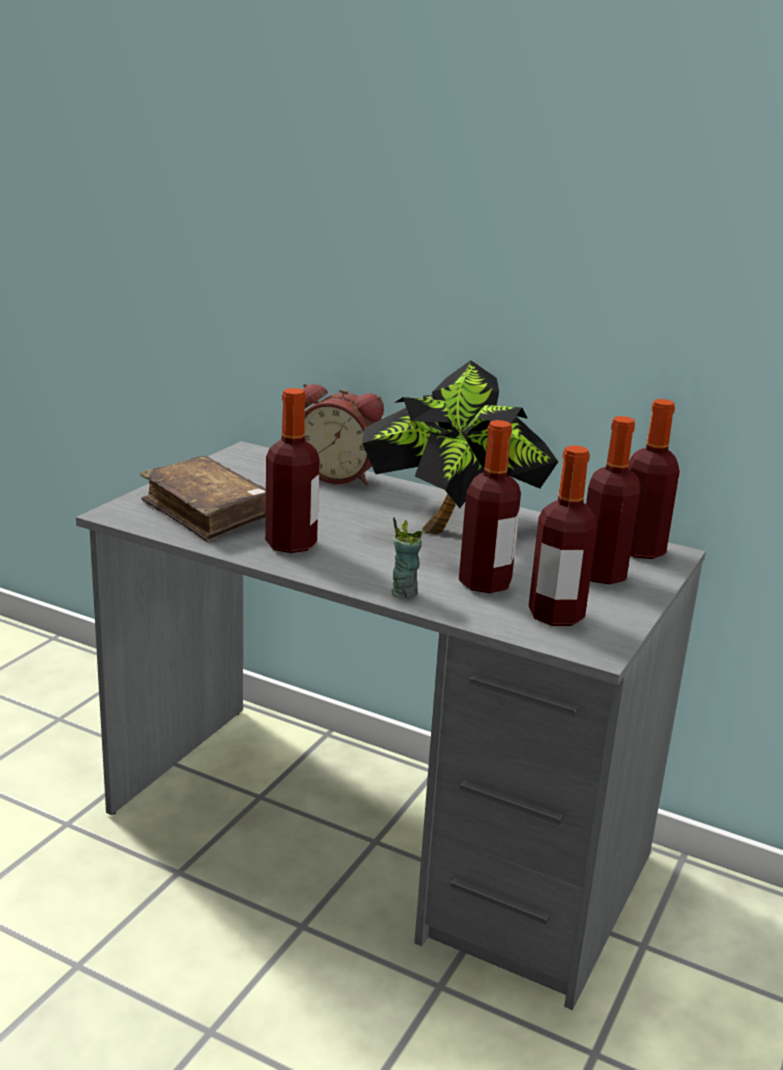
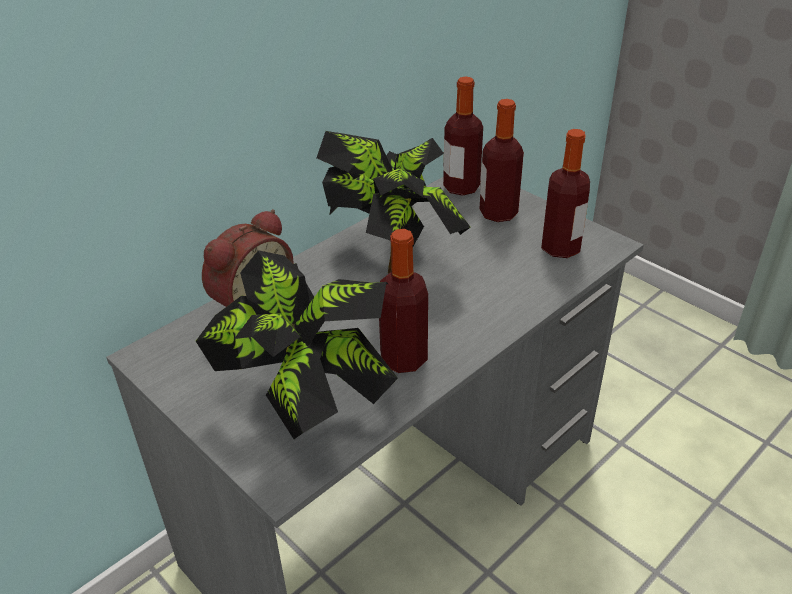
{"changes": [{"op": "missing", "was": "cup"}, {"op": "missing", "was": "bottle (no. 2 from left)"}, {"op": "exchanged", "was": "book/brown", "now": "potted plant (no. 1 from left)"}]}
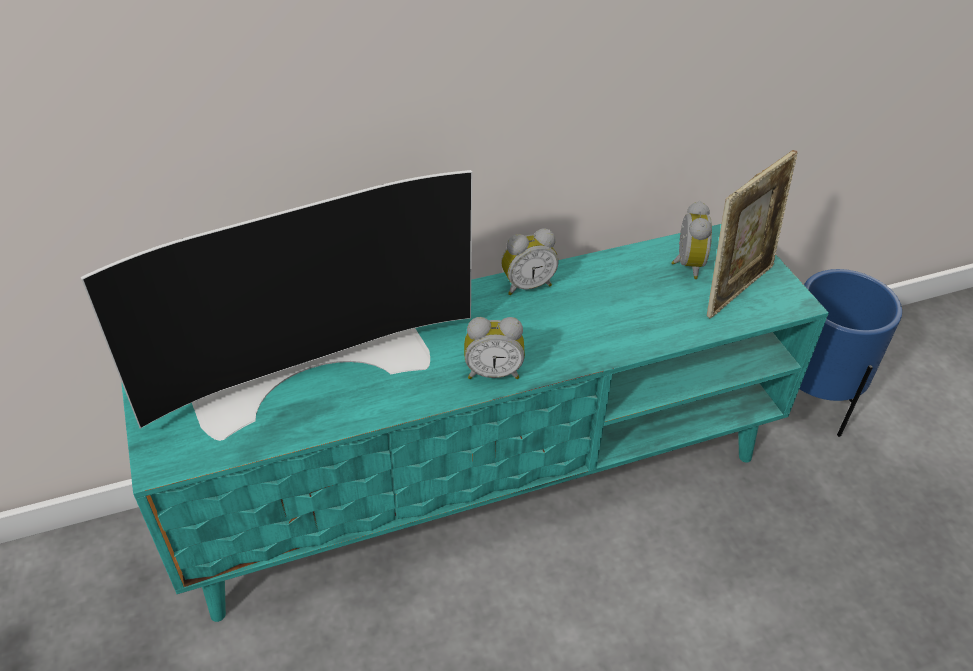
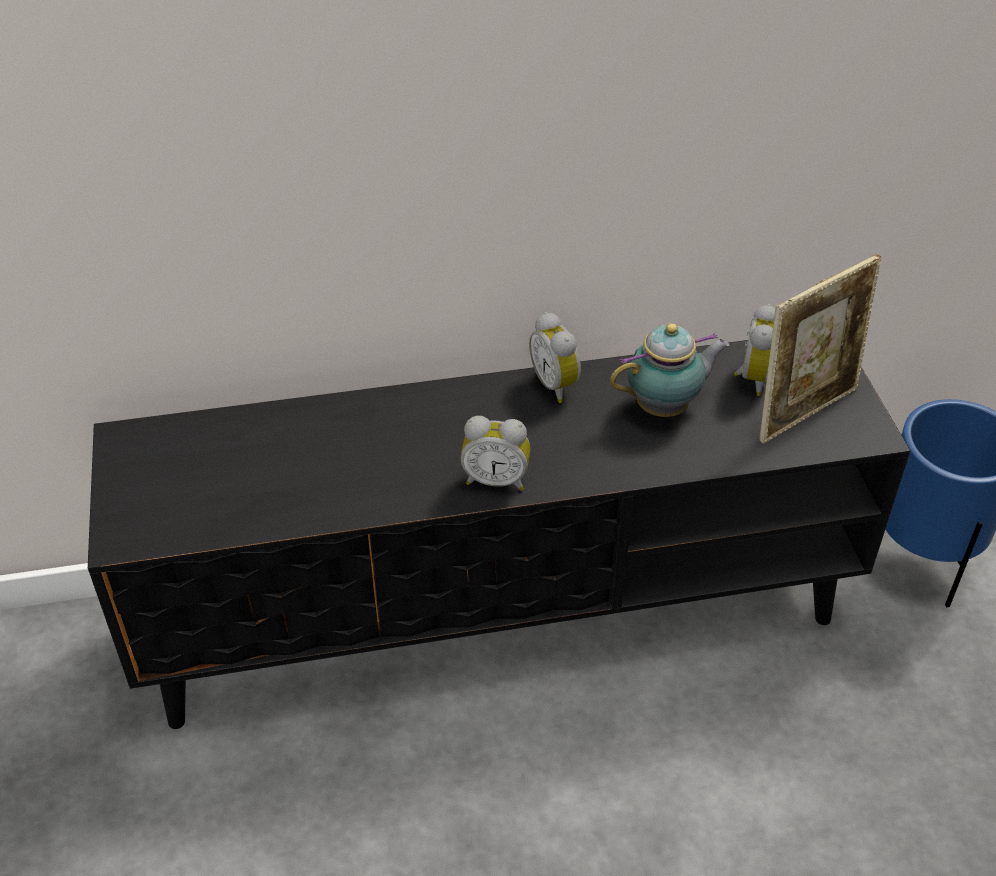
{"changes": [{"op": "missing", "was": "television"}, {"op": "appeared", "now": "teapot"}, {"op": "colour", "was": "tv stand/turquoise", "now": "tv stand/black"}, {"op": "spun", "was": "alarm clock (no. 2 from left)", "clockwise": 75}]}
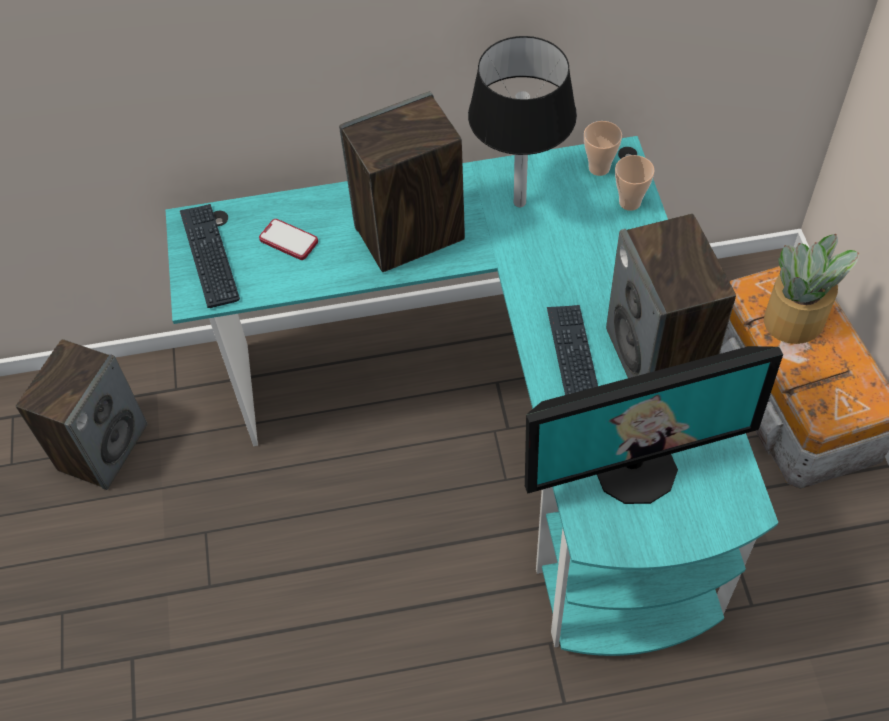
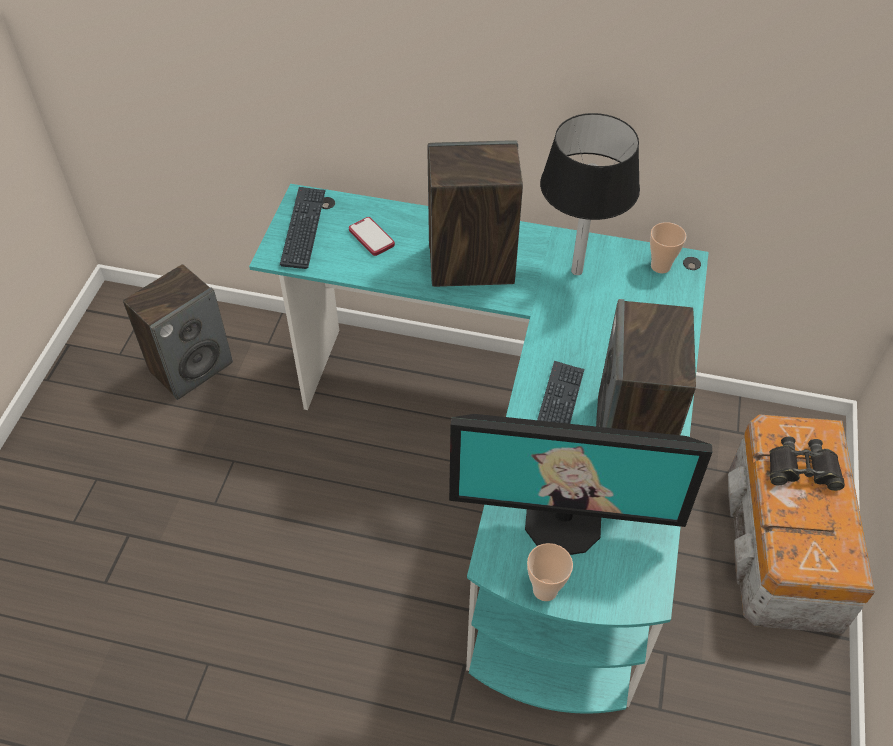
{"changes": [{"op": "relocated", "was": "cup (no. 2 from left in the first image)", "now": "cup (no. 1 from left)"}, {"op": "exchanged", "was": "potted plant", "now": "binoculars/black"}]}
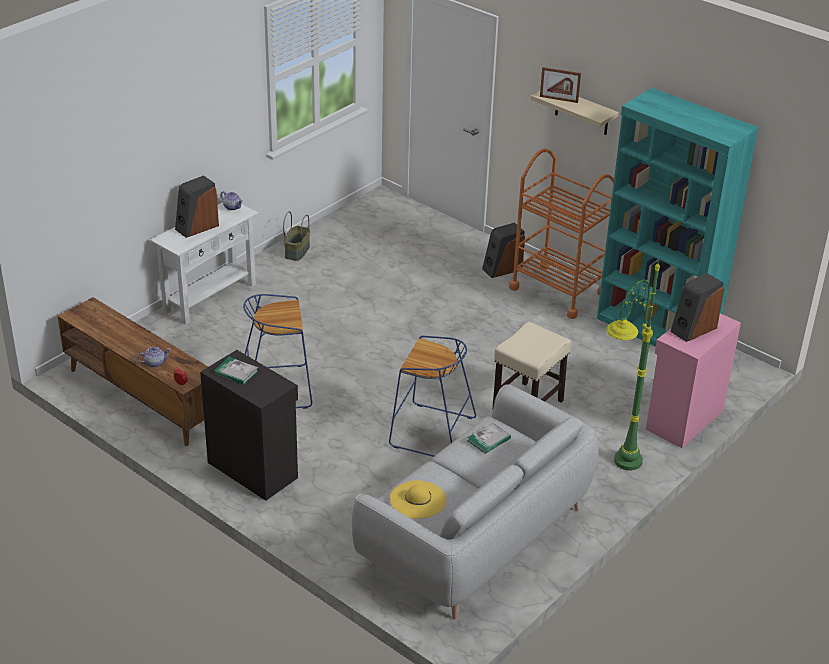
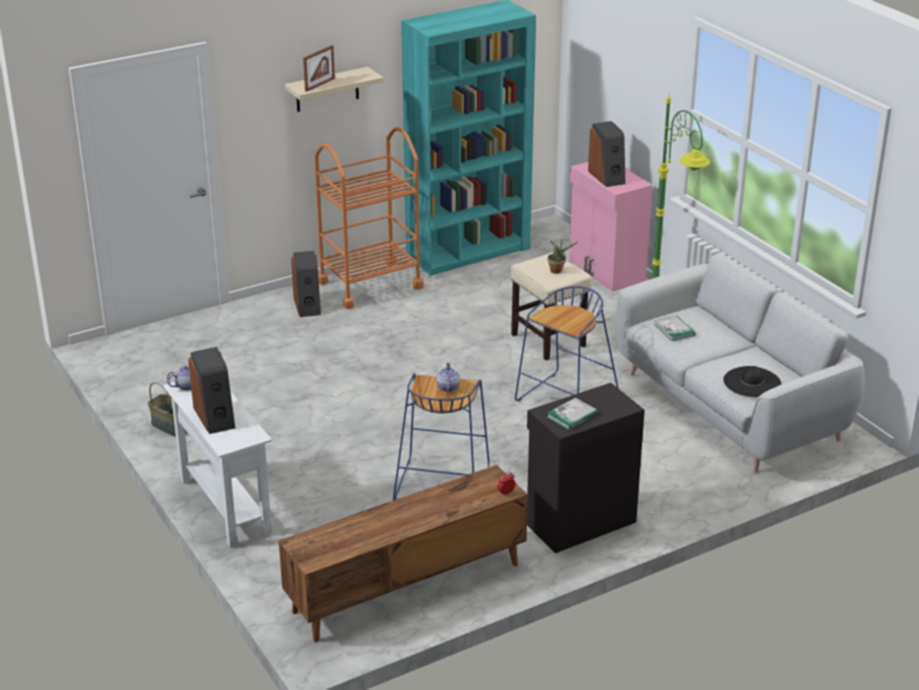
{"changes": [{"op": "appeared", "now": "potted plant"}, {"op": "relocated", "was": "teapot (no. 1 from left in the first image)", "now": "teapot (no. 2 from left)"}, {"op": "colour", "was": "hat/yellow", "now": "hat/black"}]}
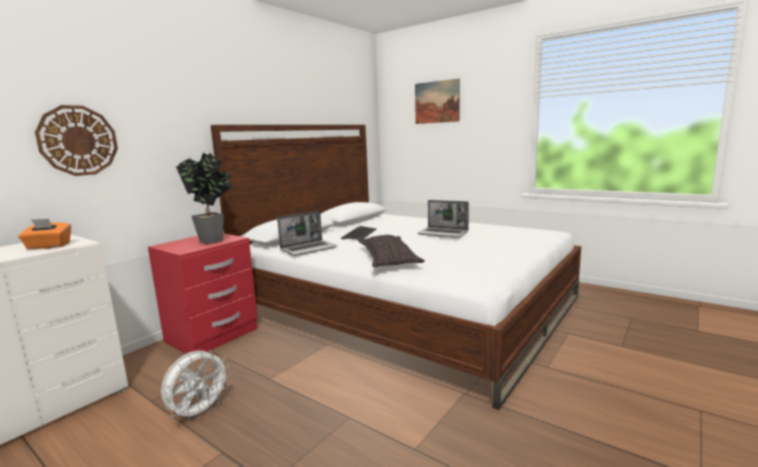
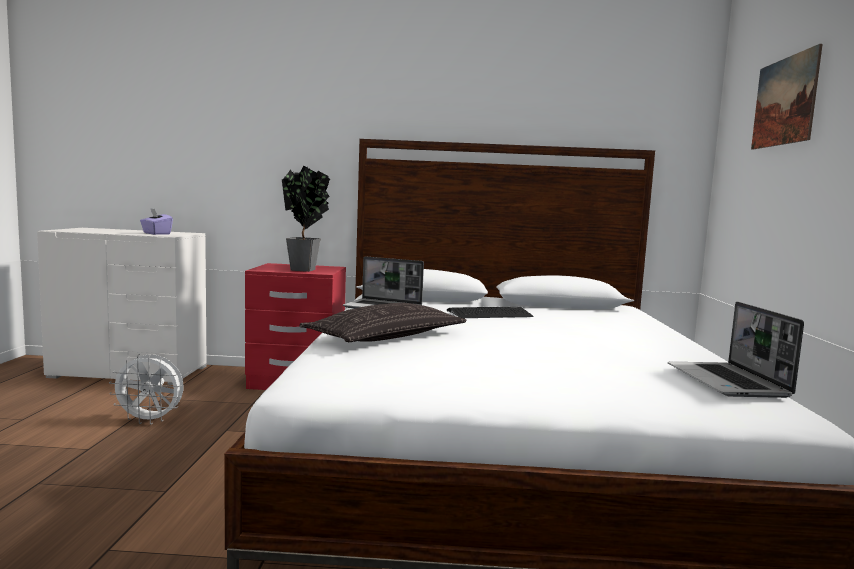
{"changes": [{"op": "missing", "was": "wall clock"}, {"op": "relocated", "was": "laptop (no. 2 from left)"}, {"op": "colour", "was": "tissue box/orange", "now": "tissue box/purple"}]}
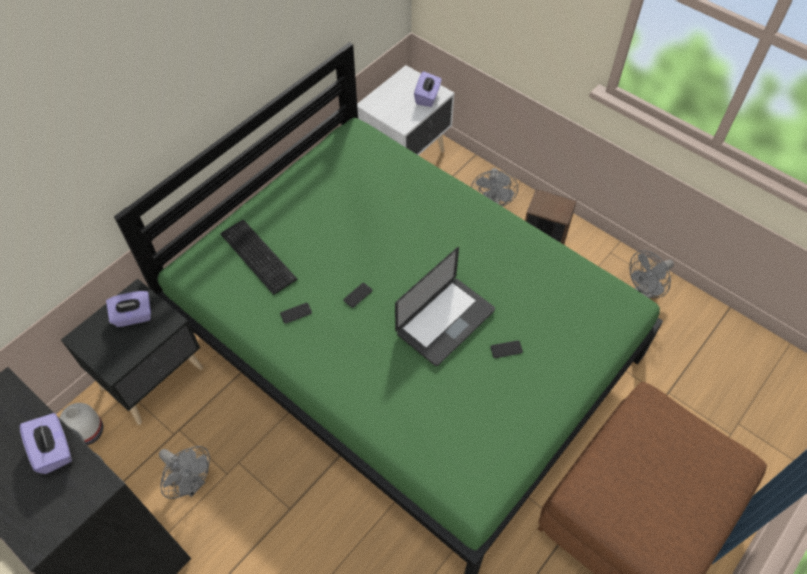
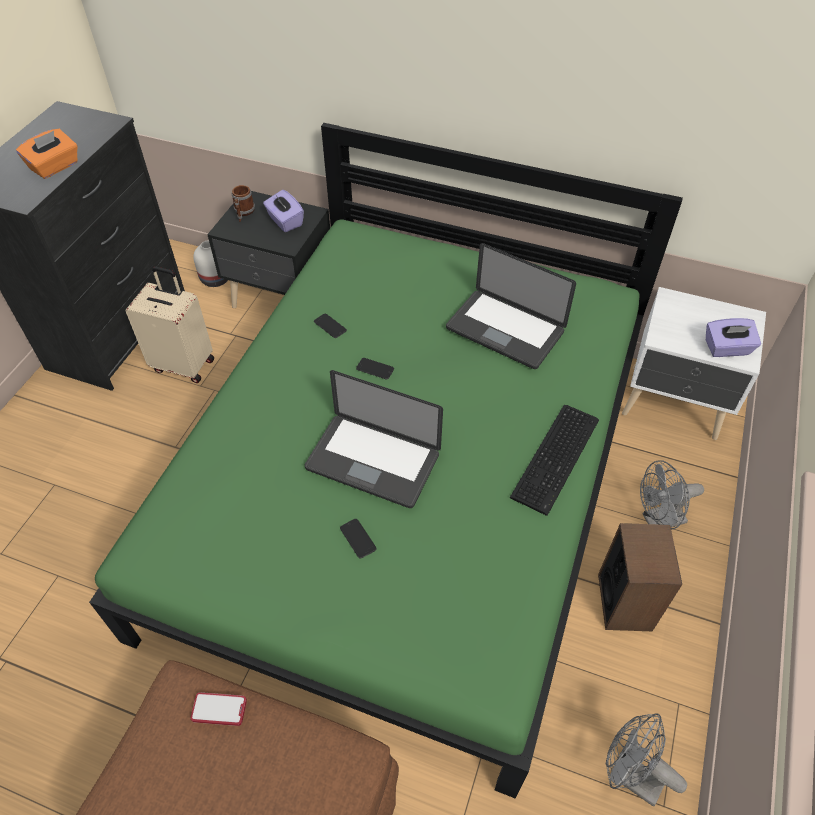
{"changes": [{"op": "appeared", "now": "phone (no. 1 from left)"}, {"op": "appeared", "now": "mug"}, {"op": "appeared", "now": "laptop (no. 2 from left)"}, {"op": "relocated", "was": "keyboard"}, {"op": "exchanged", "was": "fan/grey (no. 1 from left)", "now": "suitcase/beige"}, {"op": "colour", "was": "tissue box/purple (no. 1 from left)", "now": "tissue box/orange"}]}
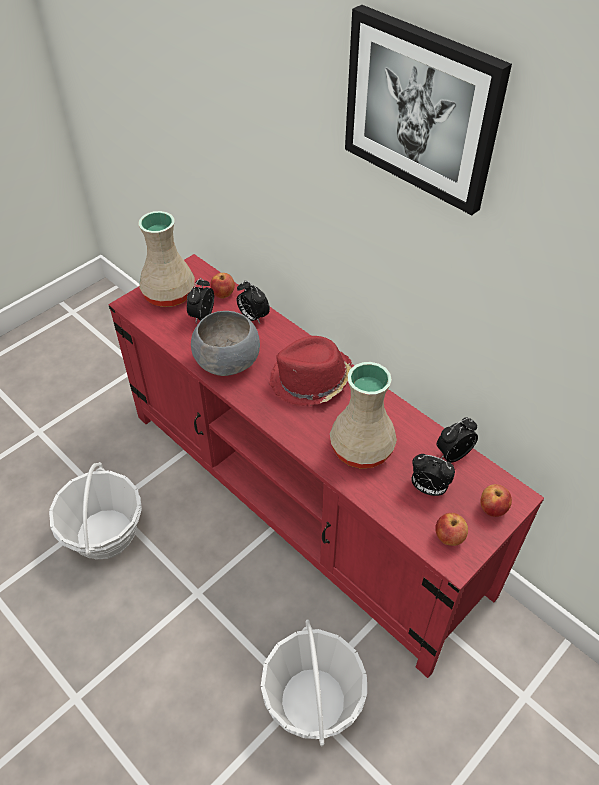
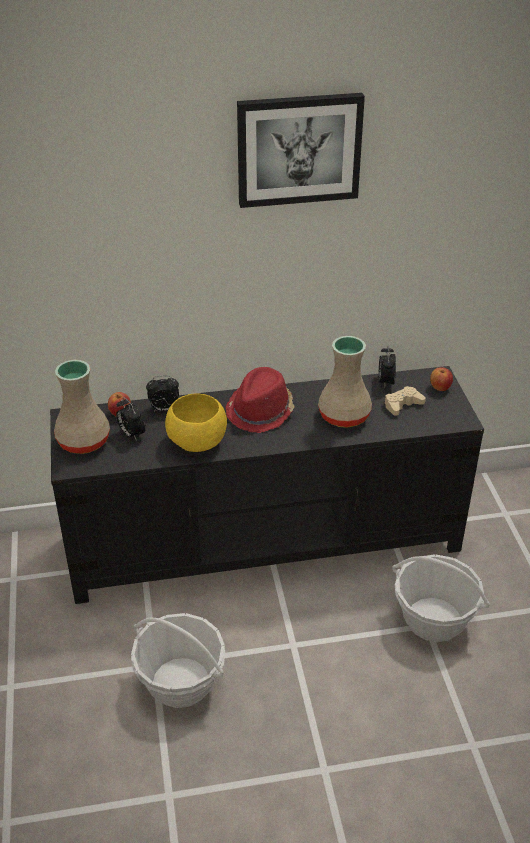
{"changes": [{"op": "missing", "was": "apple (no. 2 from left)"}, {"op": "exchanged", "was": "alarm clock (no. 3 from left)", "now": "game controller/beige"}, {"op": "colour", "was": "tv stand/red", "now": "tv stand/black"}, {"op": "colour", "was": "bowl/grey", "now": "bowl/yellow"}]}
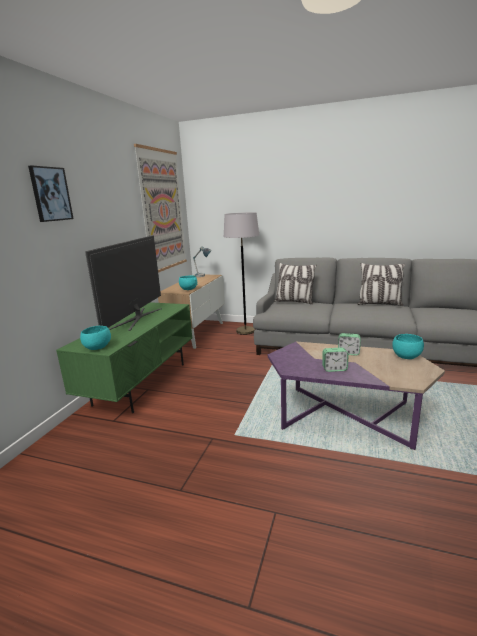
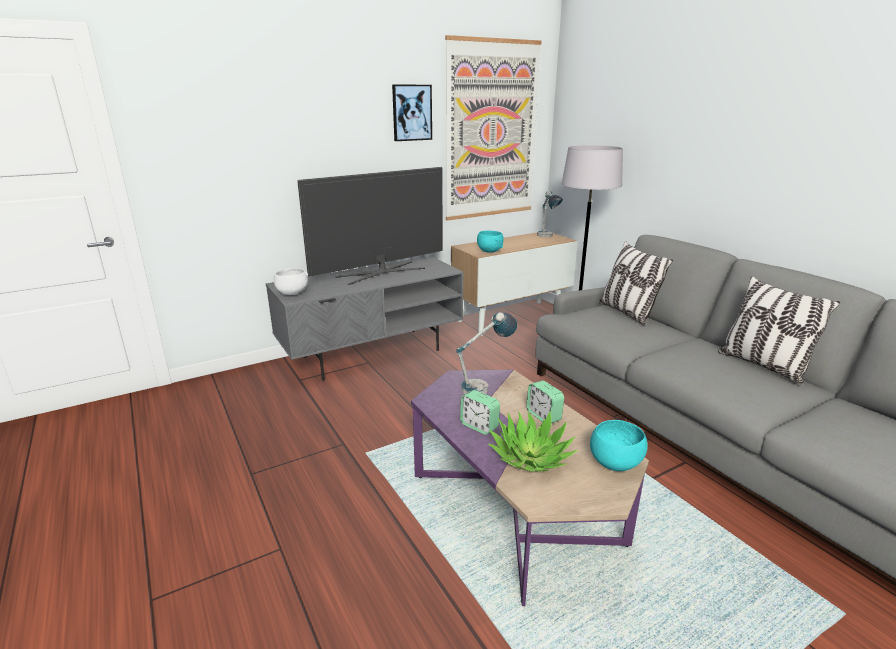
{"changes": [{"op": "appeared", "now": "table lamp (no. 1 from left)"}, {"op": "appeared", "now": "potted plant"}, {"op": "relocated", "was": "picture (no. 1 from left)"}, {"op": "colour", "was": "tv stand/green", "now": "tv stand/grey"}, {"op": "colour", "was": "bowl/turquoise (no. 1 from left)", "now": "bowl/white"}]}
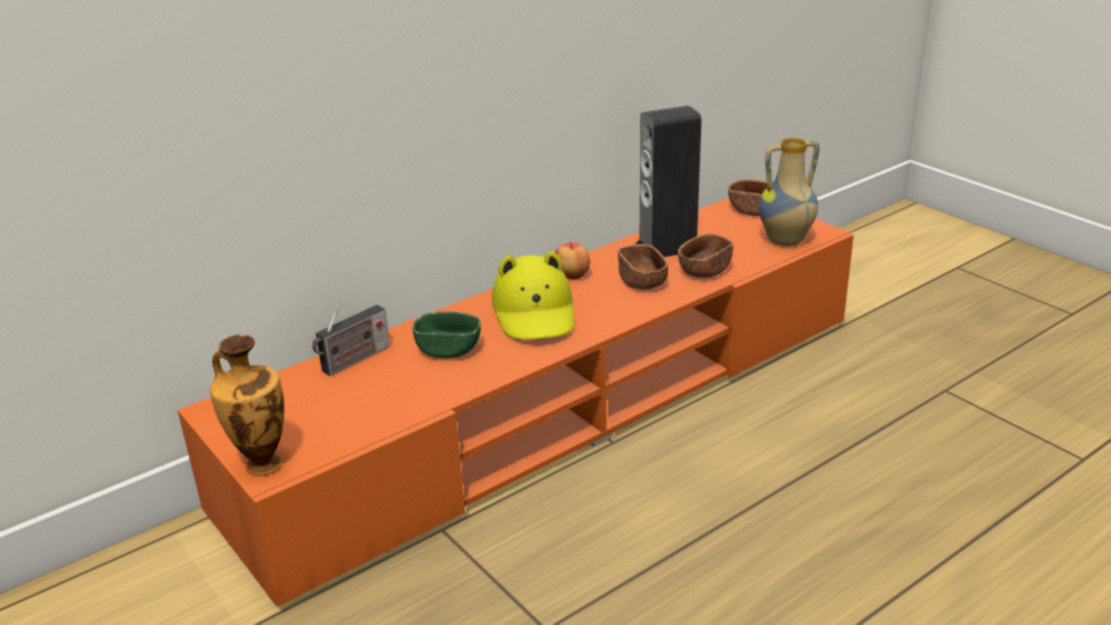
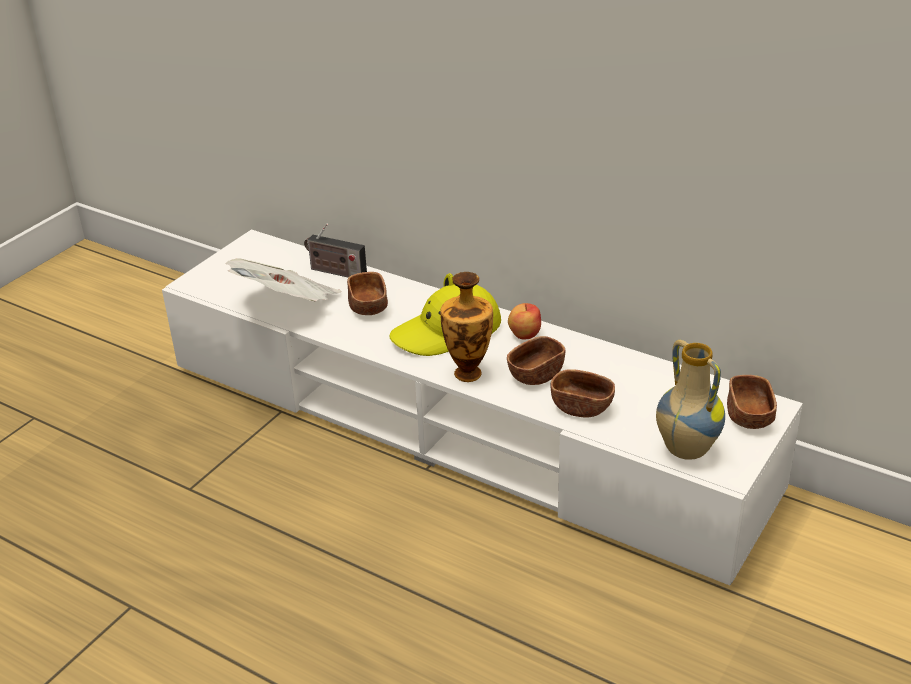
{"changes": [{"op": "missing", "was": "speaker"}, {"op": "appeared", "now": "newspaper"}, {"op": "relocated", "was": "vase (no. 1 from left)"}, {"op": "colour", "was": "tv stand/orange", "now": "tv stand/white"}, {"op": "colour", "was": "bowl/green", "now": "bowl/brown (no. 1 from left)"}]}
